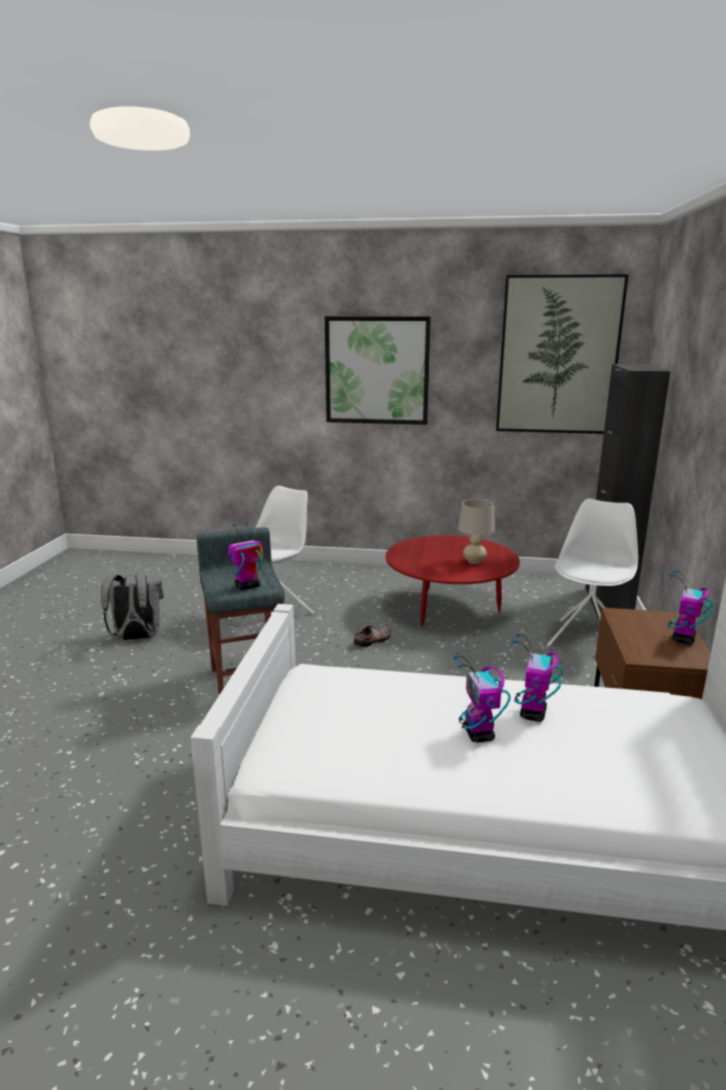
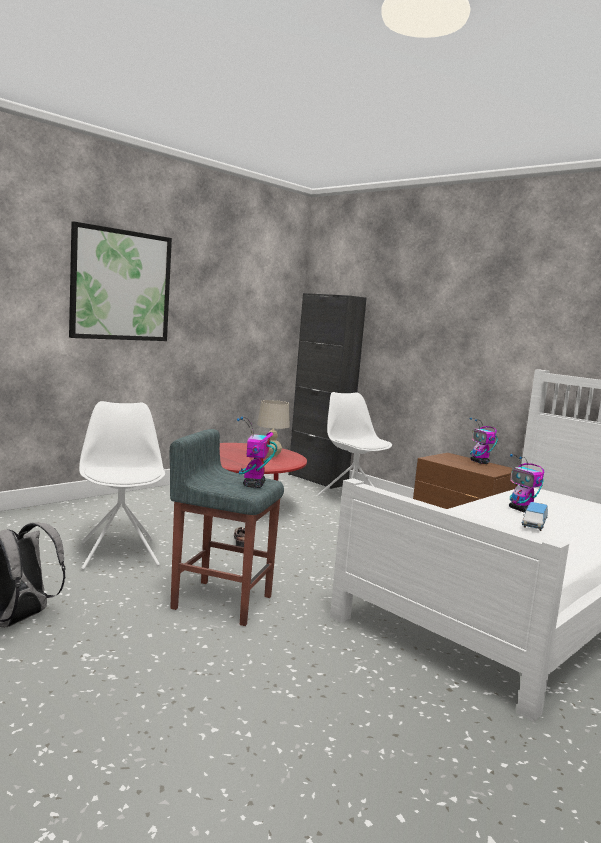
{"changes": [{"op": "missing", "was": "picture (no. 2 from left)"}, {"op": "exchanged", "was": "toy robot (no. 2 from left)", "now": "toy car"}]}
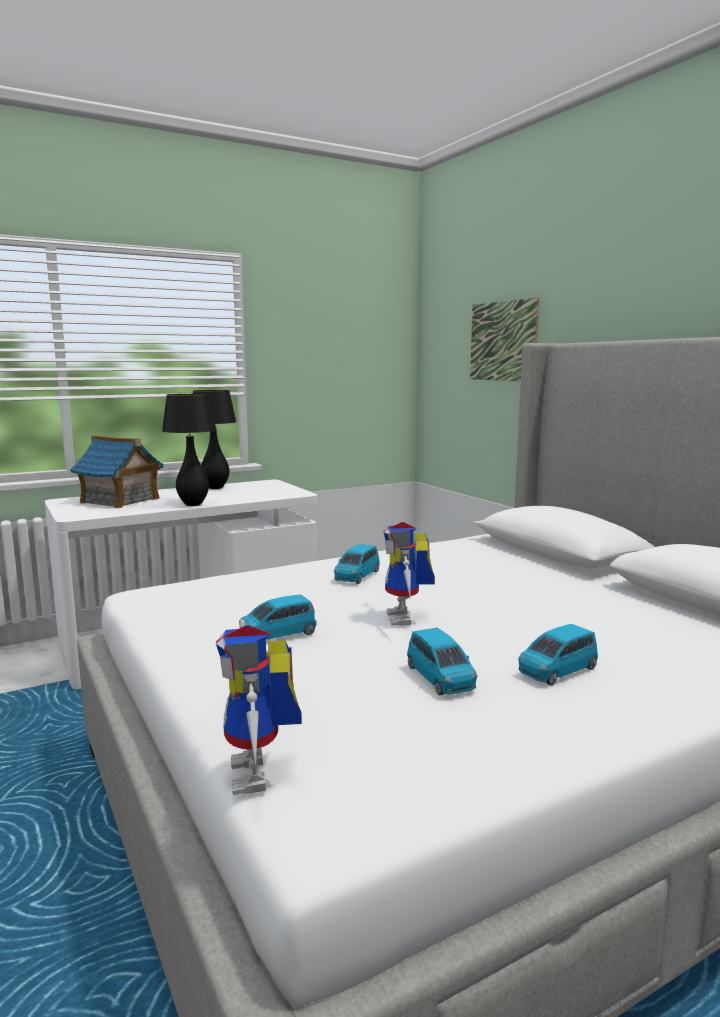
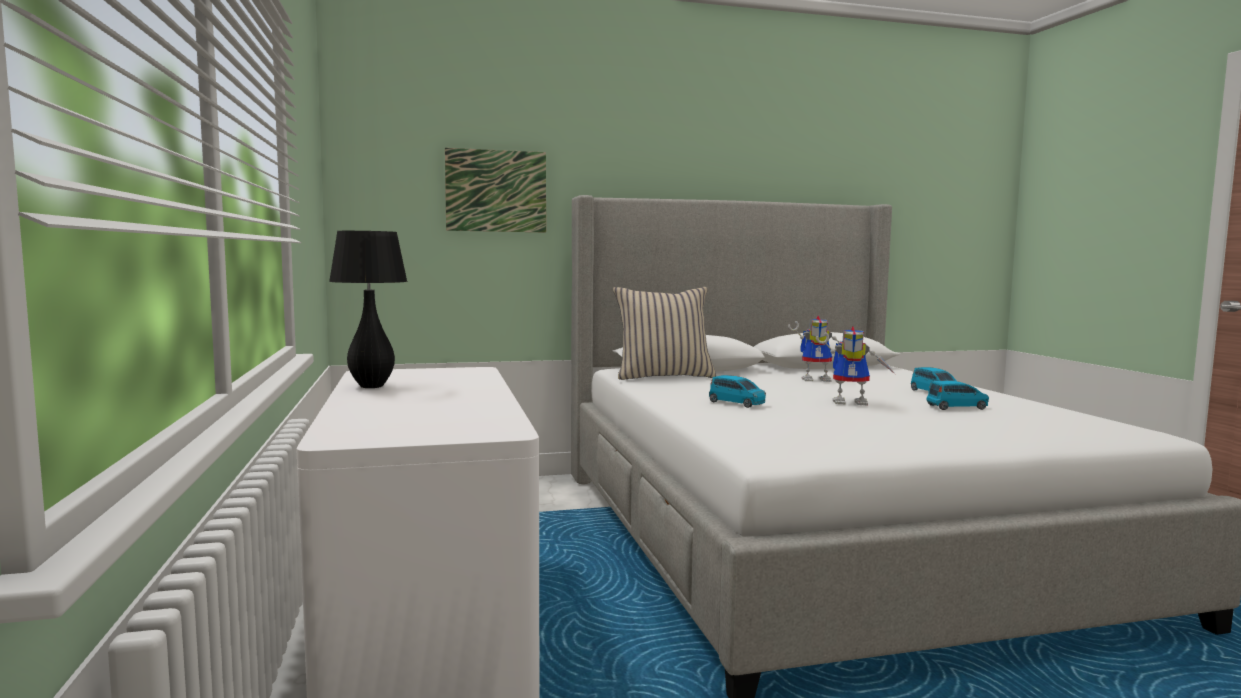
{"changes": [{"op": "missing", "was": "toy house"}, {"op": "missing", "was": "table lamp/black (no. 1 from left)"}, {"op": "missing", "was": "toy car/blue (no. 1 from left)"}, {"op": "appeared", "now": "pillow/beige"}, {"op": "relocated", "was": "toy robot (no. 1 from left)"}]}
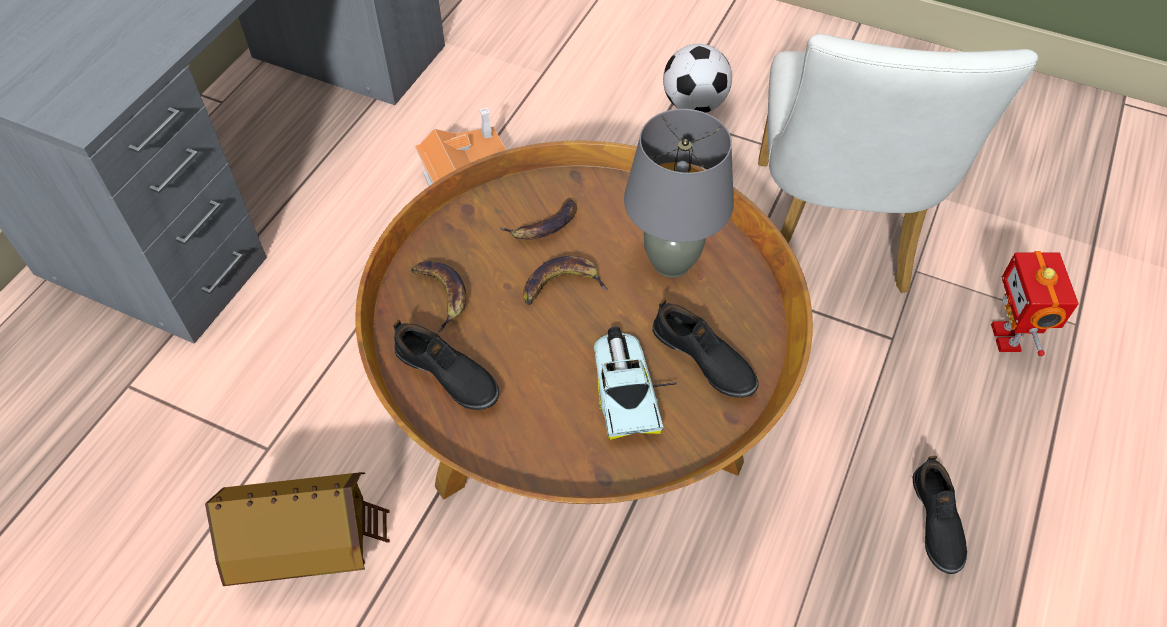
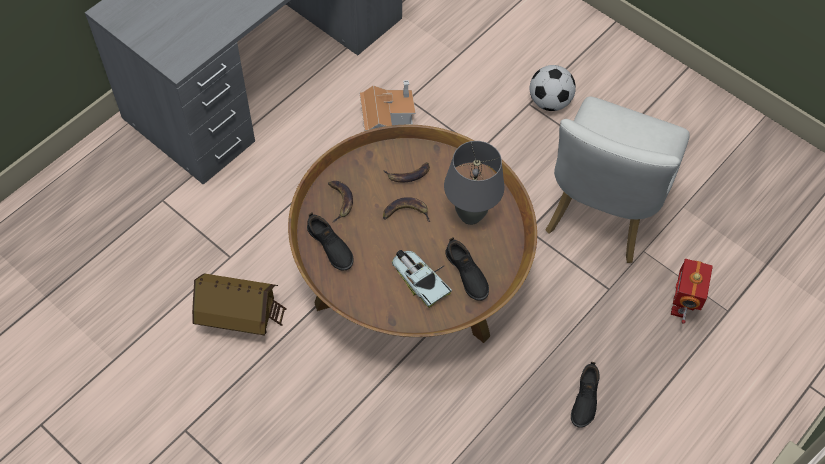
{"changes": [{"op": "spun", "was": "toy car", "clockwise": -45}]}
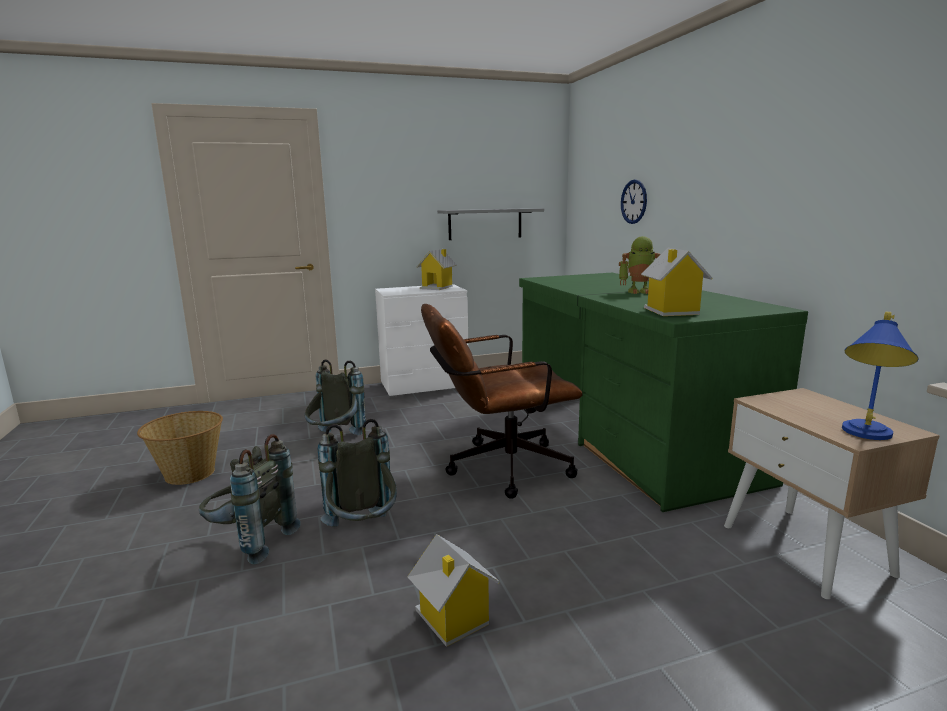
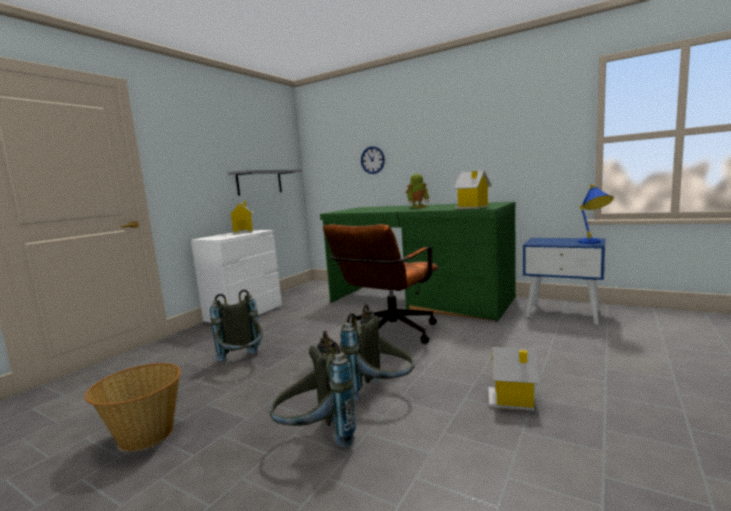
{"changes": [{"op": "colour", "was": "nightstand/beige", "now": "nightstand/blue"}]}
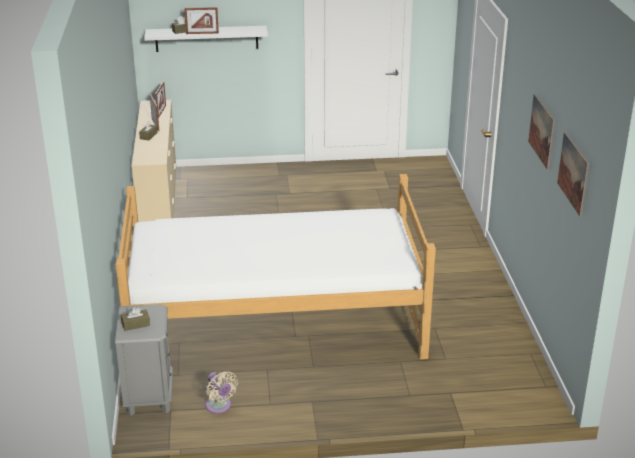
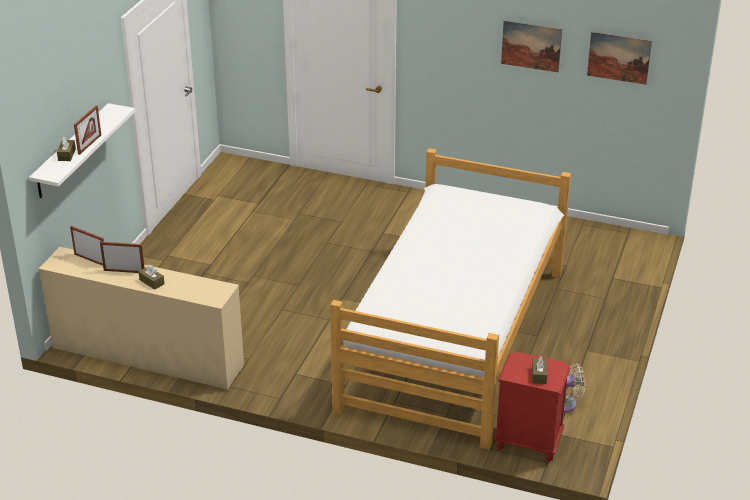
{"changes": [{"op": "colour", "was": "nightstand/grey", "now": "nightstand/red"}]}
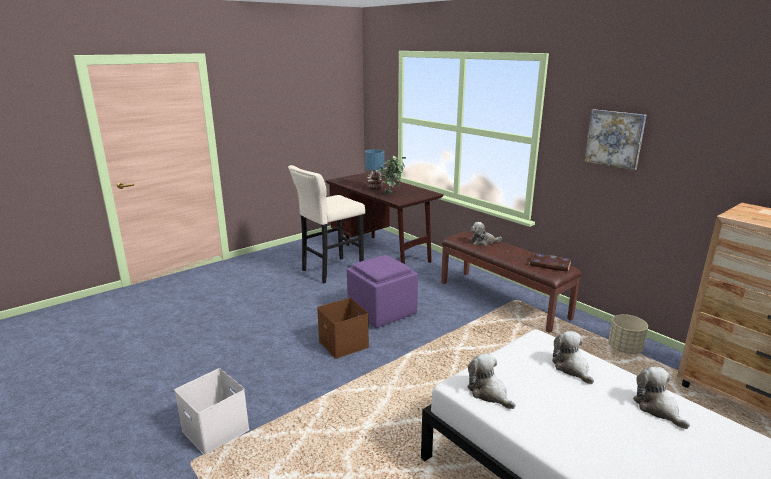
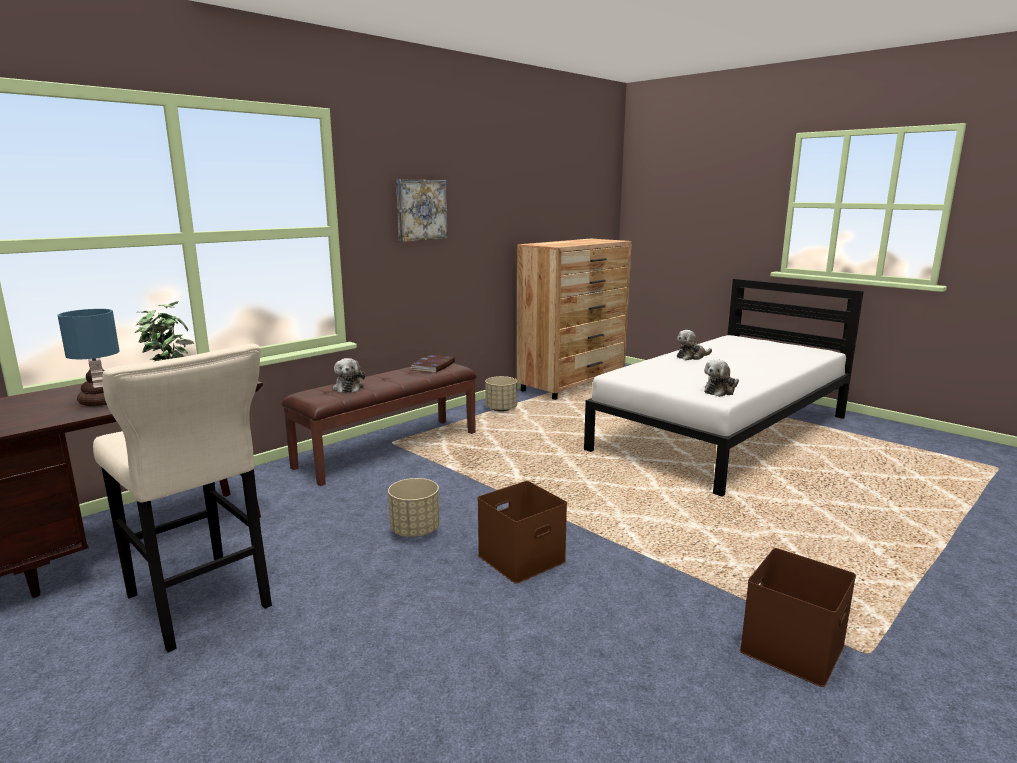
{"changes": [{"op": "missing", "was": "plush toy (no. 3 from left)"}, {"op": "exchanged", "was": "ottoman/purple", "now": "planter/beige (no. 1 from left)"}, {"op": "colour", "was": "storage box/white", "now": "storage box/brown (no. 2 from left)"}]}
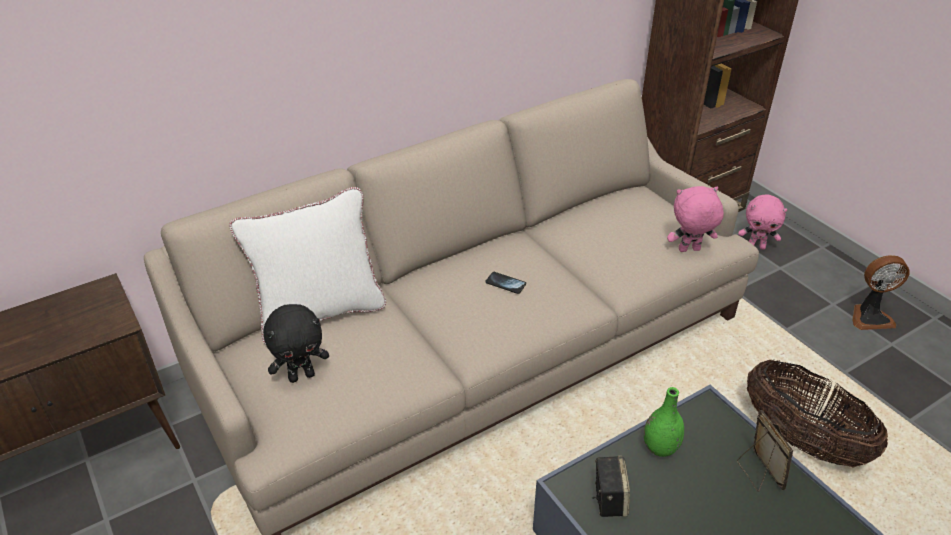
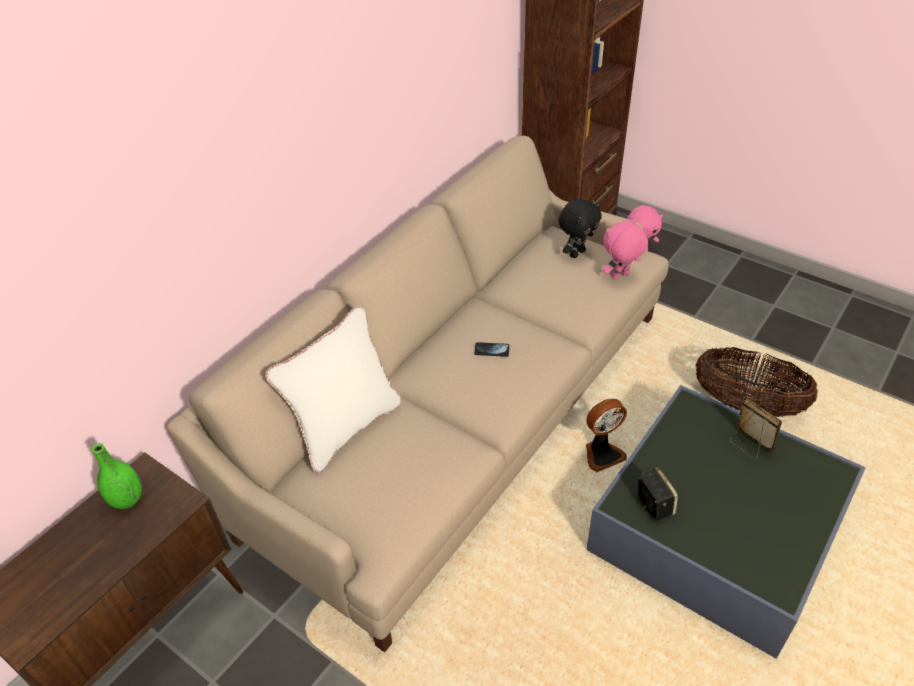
{"changes": [{"op": "relocated", "was": "plush toy/black"}, {"op": "relocated", "was": "vase/green"}, {"op": "relocated", "was": "fan"}]}
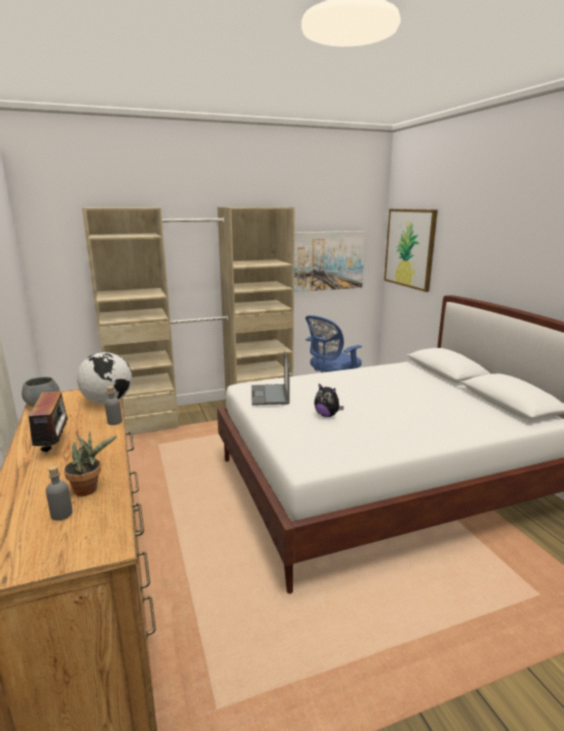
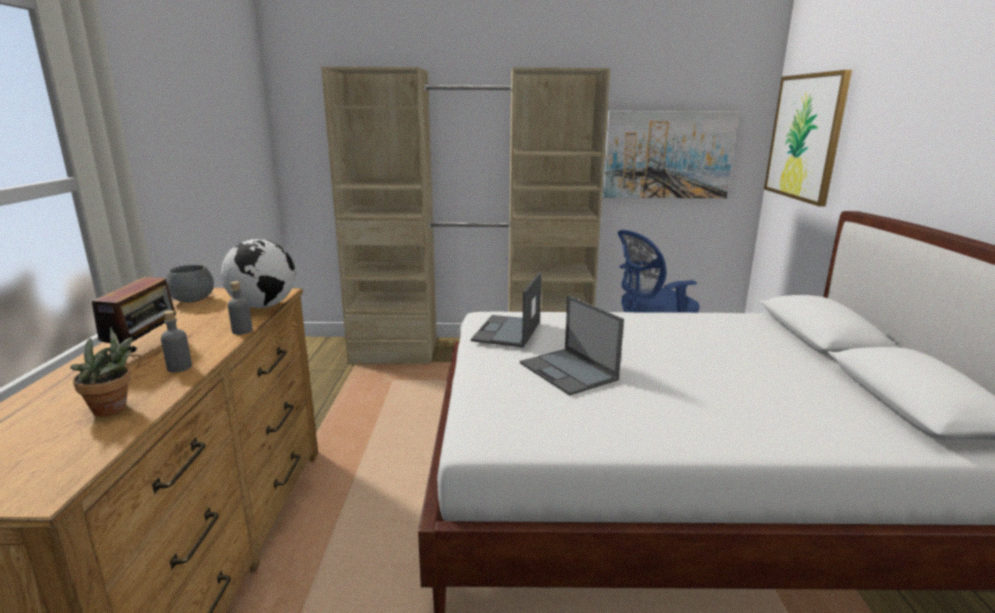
{"changes": [{"op": "relocated", "was": "bottle/grey (no. 1 from left)"}, {"op": "exchanged", "was": "plush toy", "now": "laptop (no. 2 from left)"}]}
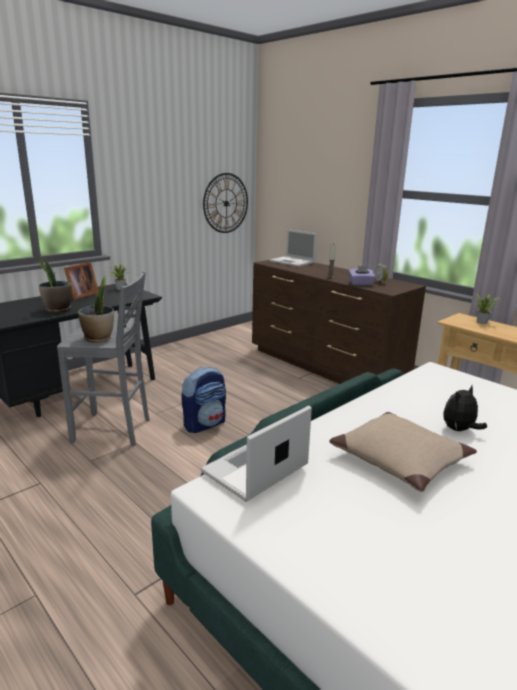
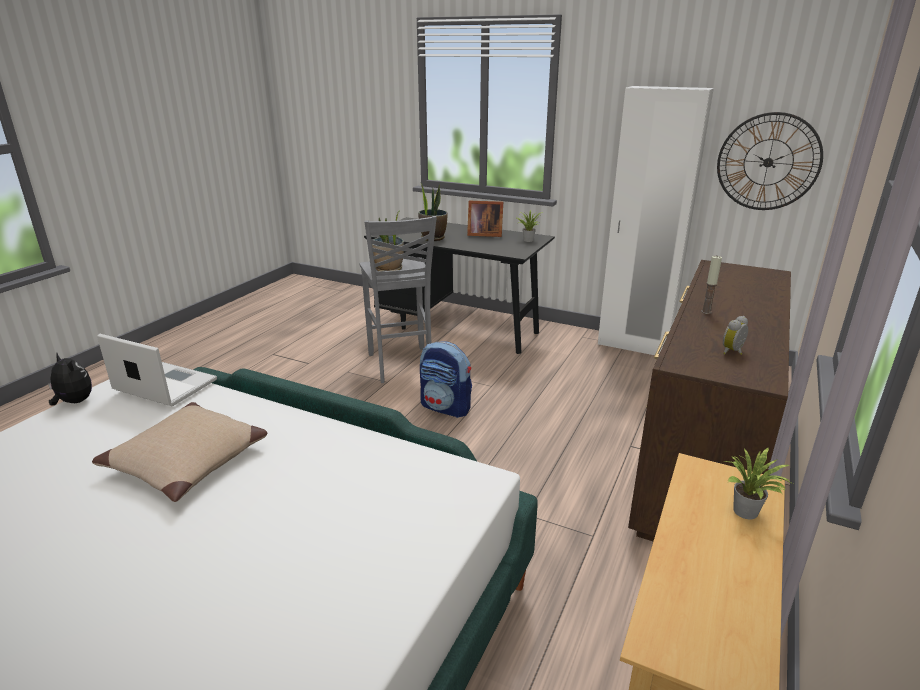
{"changes": [{"op": "missing", "was": "laptop (no. 2 from left)"}, {"op": "missing", "was": "tissue box/purple"}, {"op": "appeared", "now": "wardrobe/white"}, {"op": "relocated", "was": "plush toy"}]}
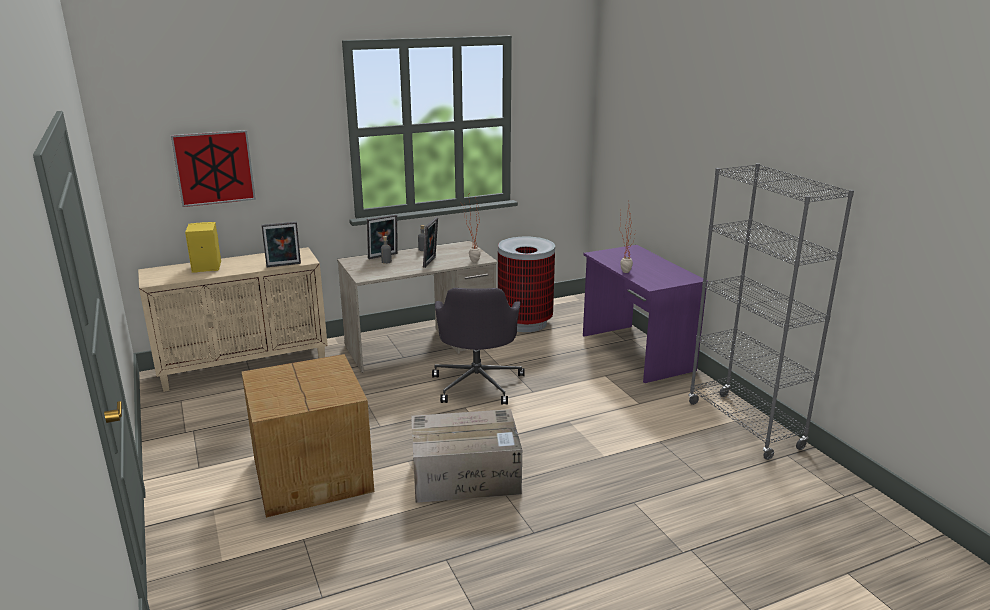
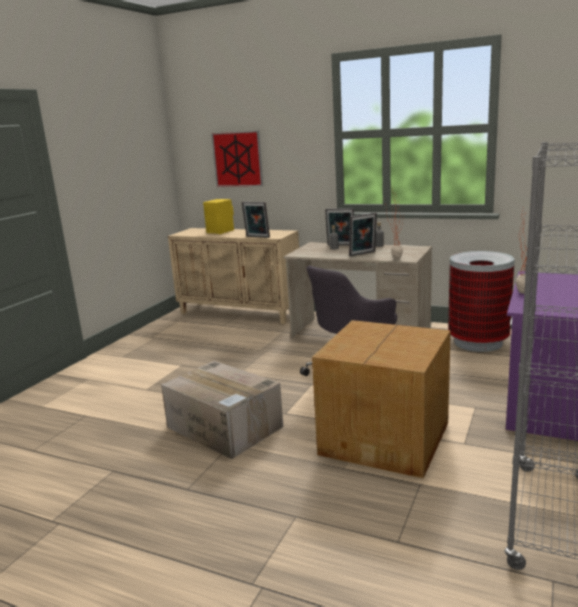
{"changes": [{"op": "relocated", "was": "cardboard box (no. 1 from left in the first image)", "now": "cardboard box (no. 2 from left)"}]}
